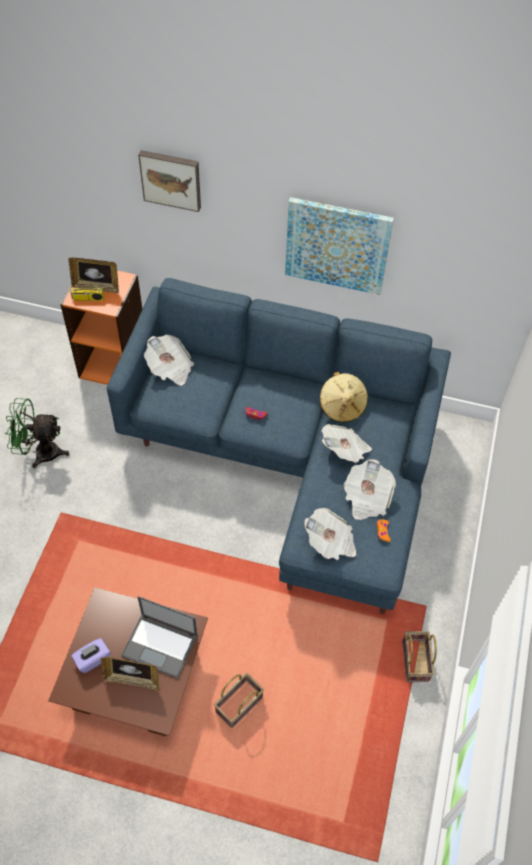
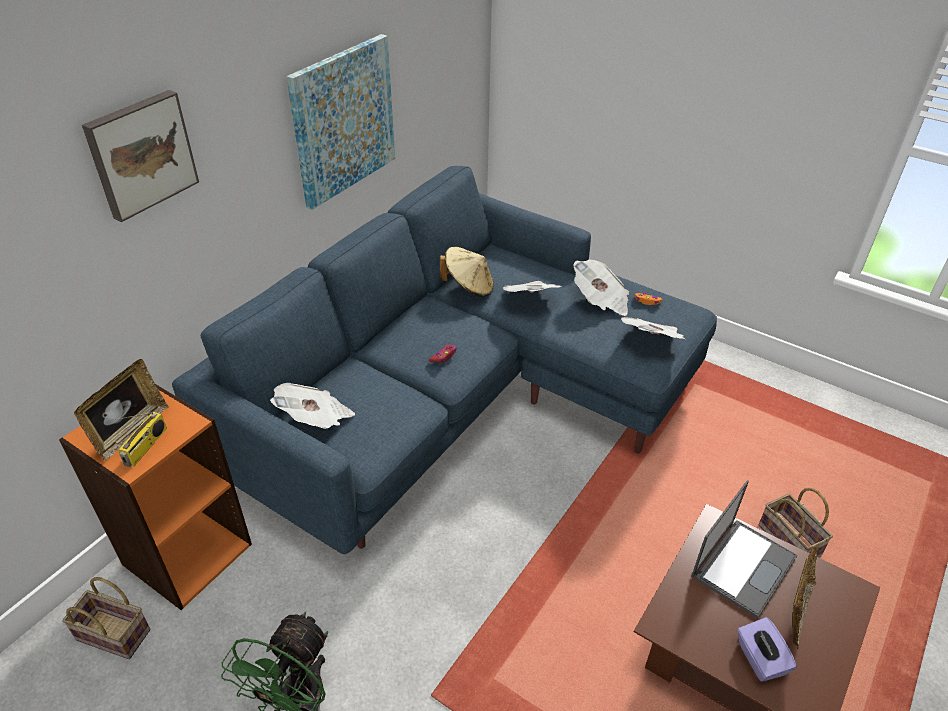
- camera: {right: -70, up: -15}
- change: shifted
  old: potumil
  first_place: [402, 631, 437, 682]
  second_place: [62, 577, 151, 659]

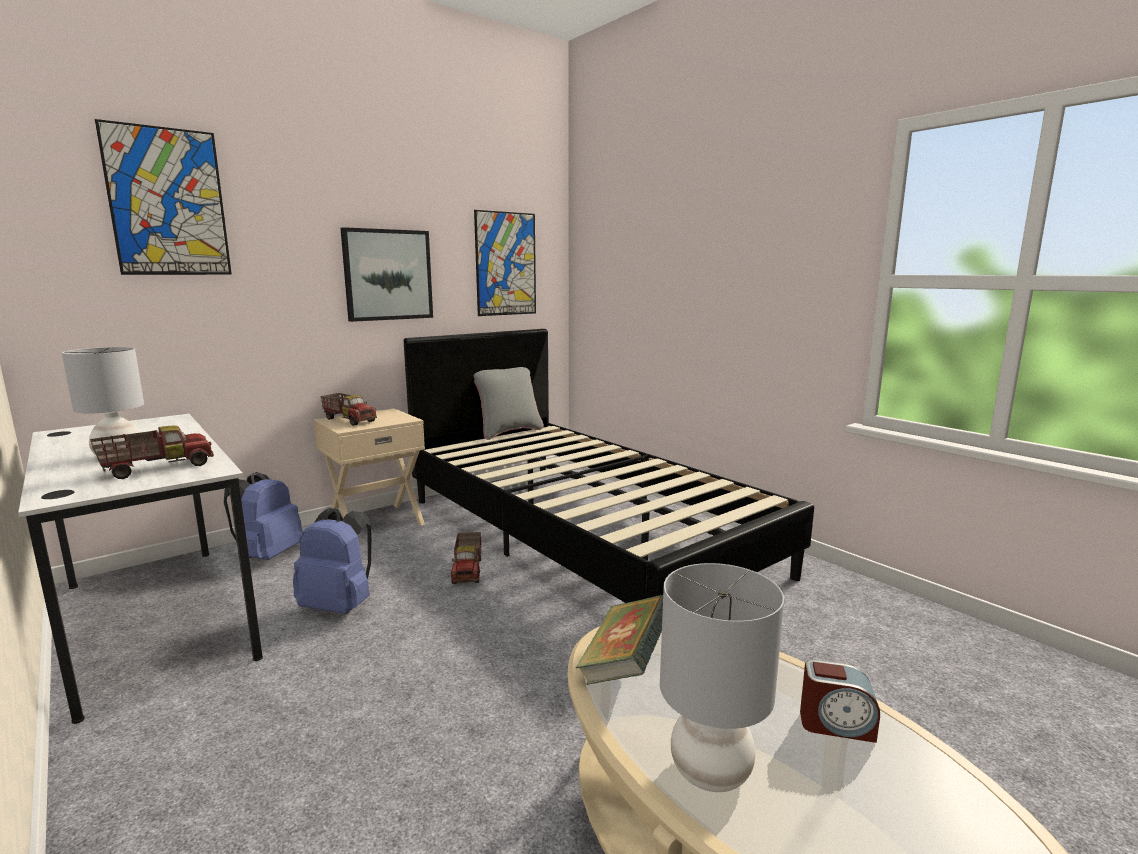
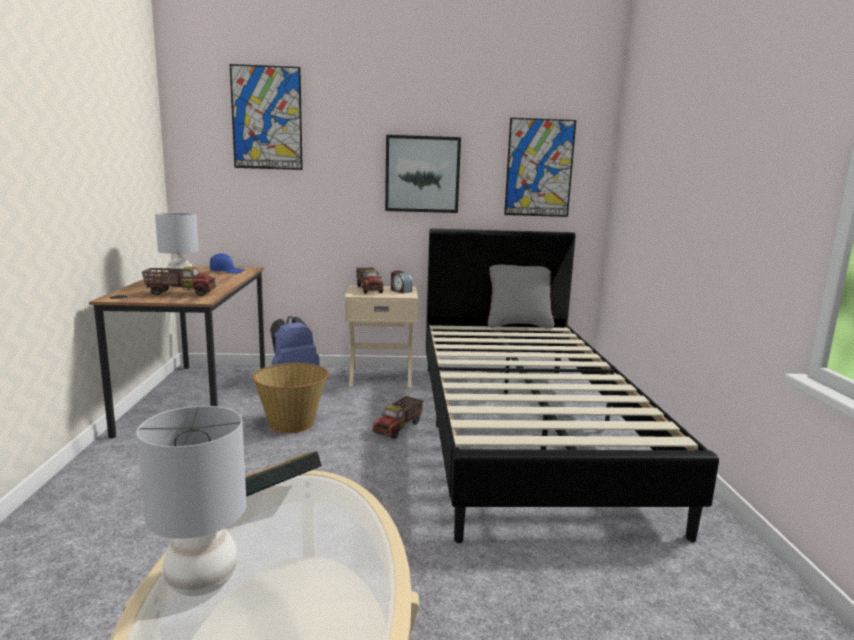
- camera: {right: 35, up: 0}
- change: new
  new: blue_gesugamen
  second_place: [210, 253, 245, 274]
- change: shifted
  old: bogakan
  first_place: [800, 660, 880, 743]
  second_place: [391, 270, 412, 294]
- change: swapped
  old: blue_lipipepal
  new: potumil
  first_place: [293, 508, 371, 614]
  second_place: [252, 363, 329, 433]
- change: repainted
  old: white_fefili
  new: brown_fefili
  first_place: [18, 414, 263, 724]
  second_place: [89, 266, 265, 438]

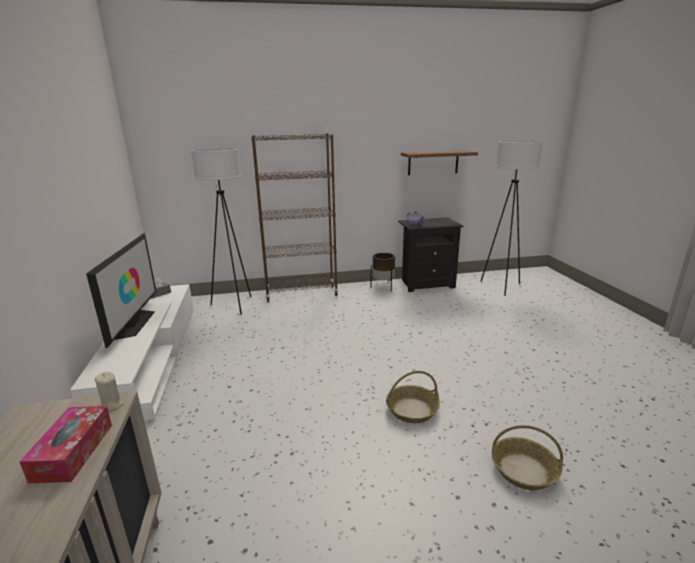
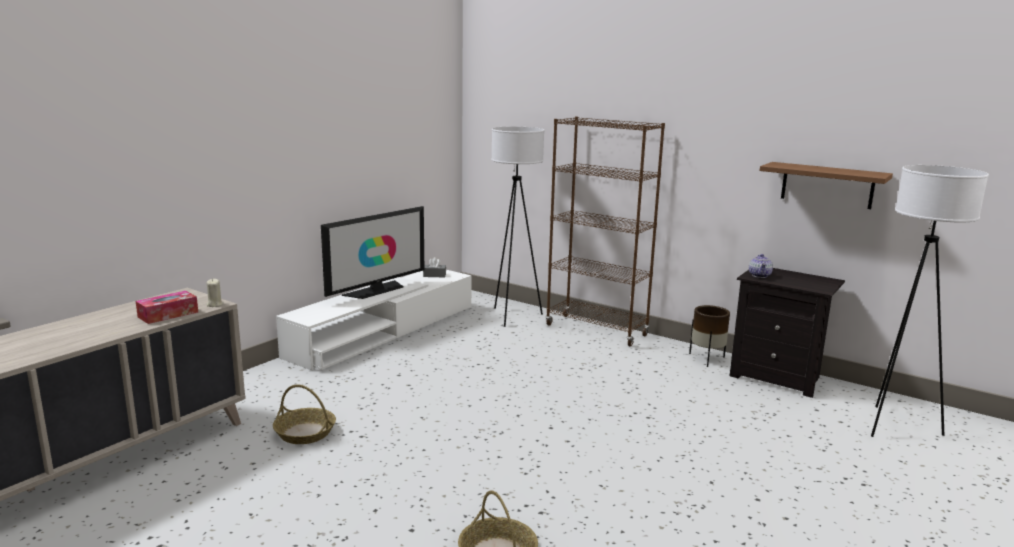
- camera: {right: 45, up: -5}
- change: shifted
  old: potumil
  first_place: [386, 371, 440, 423]
  second_place: [273, 384, 336, 444]

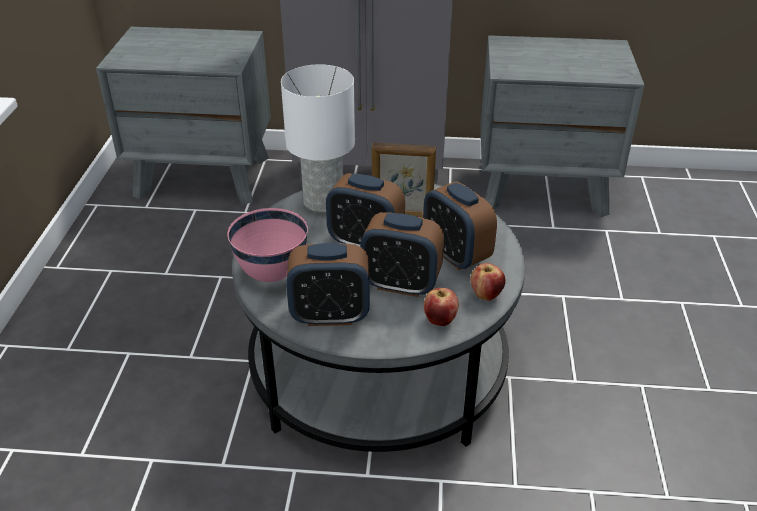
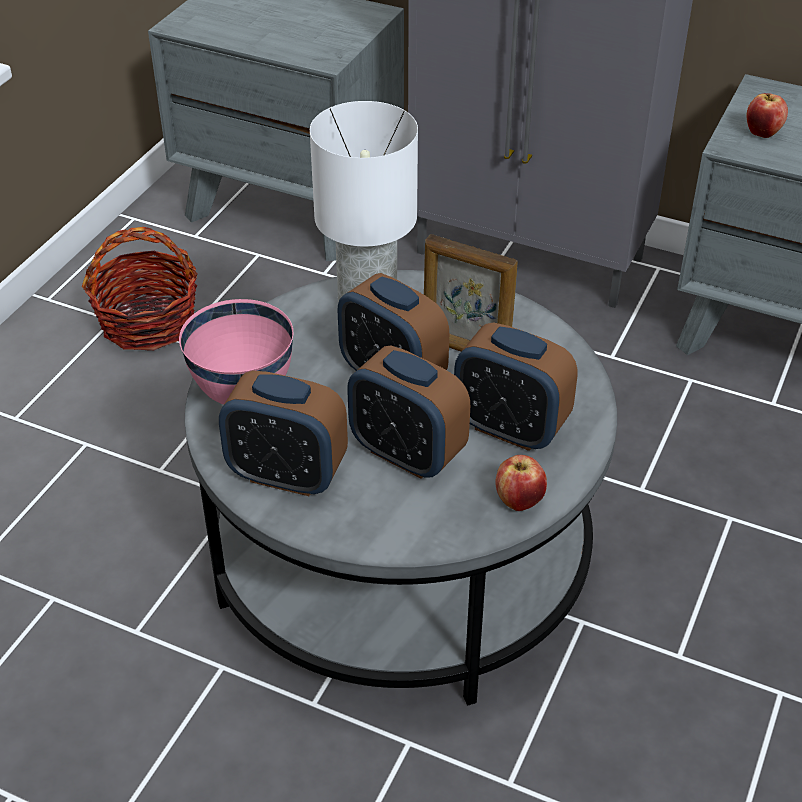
- camera: {right: 20, up: 5}
- change: new
  new: potumil
  second_place: [82, 227, 198, 351]
- change: shifted
  old: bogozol
  first_place: [424, 288, 459, 326]
  second_place: [747, 93, 788, 138]
- change: rotated
  old: bogakan
  first_place: [423, 181, 497, 270]
  second_place: [454, 322, 578, 451]
  degrees: -45

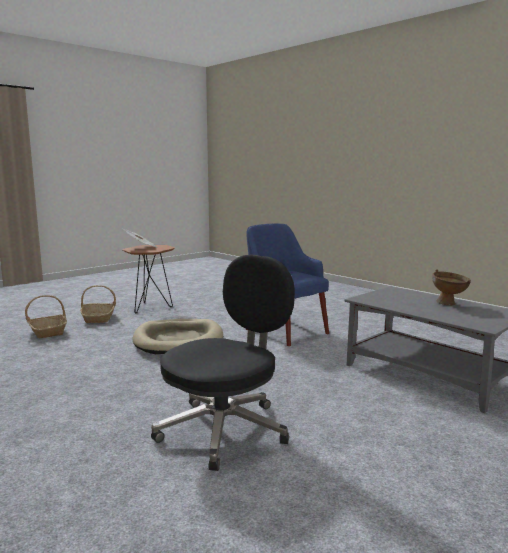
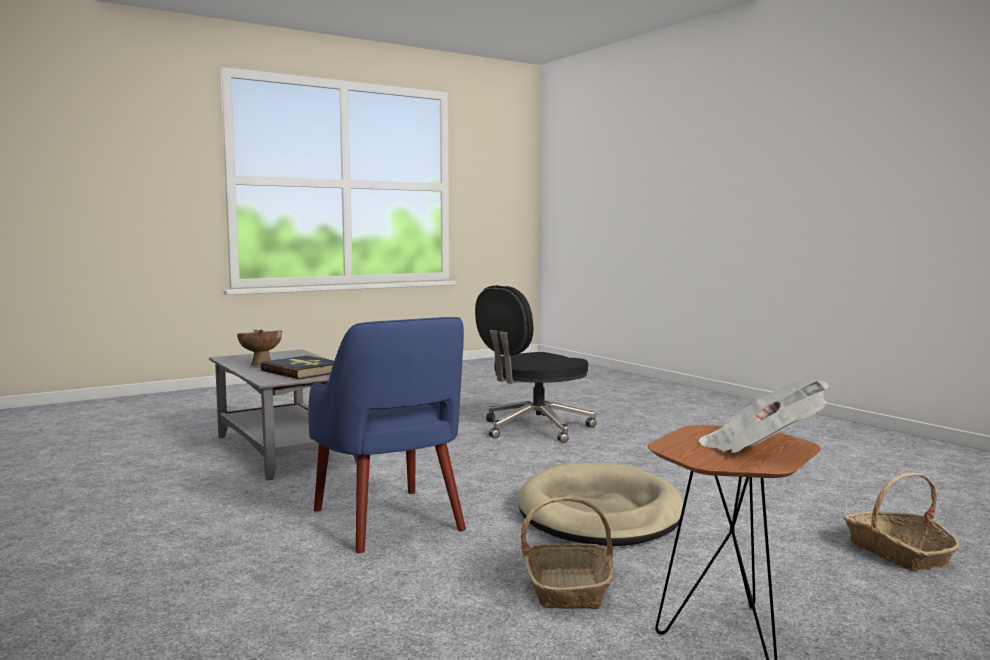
- camera: {right: -170, up: -5}
- change: new
  new: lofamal
  second_place: [261, 356, 334, 379]
- change: shifted
  old: potumil
  first_place: [80, 285, 116, 323]
  second_place: [521, 497, 614, 609]

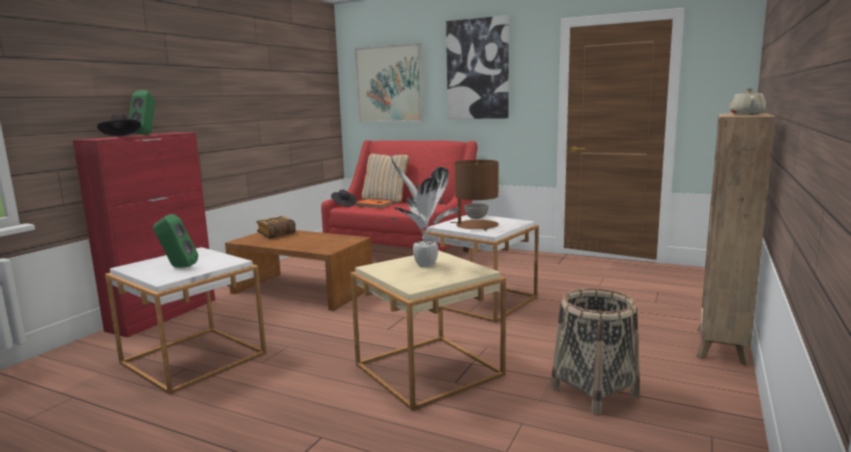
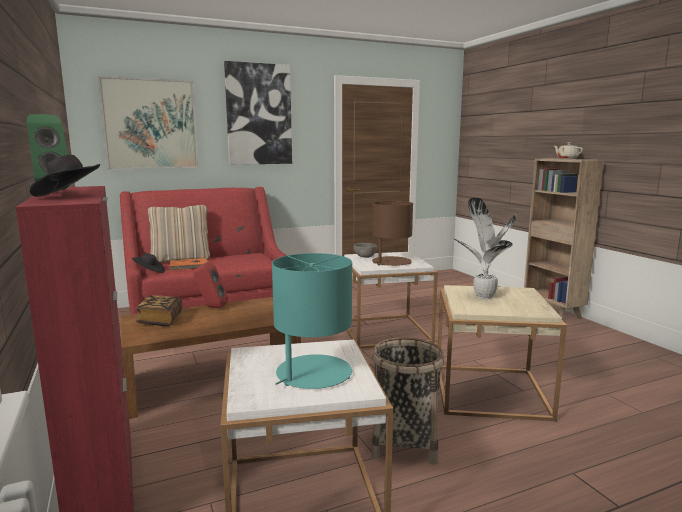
- camera: {right: -50, up: 0}
- change: new
  new: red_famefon
  second_place: [193, 262, 228, 308]
- change: shifted
  old: potumil
  first_place: [551, 288, 640, 415]
  second_place: [371, 337, 445, 465]
- change: swapped
  old: green_famefon
  new: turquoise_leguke
  first_place: [153, 214, 198, 268]
  second_place: [272, 253, 352, 389]

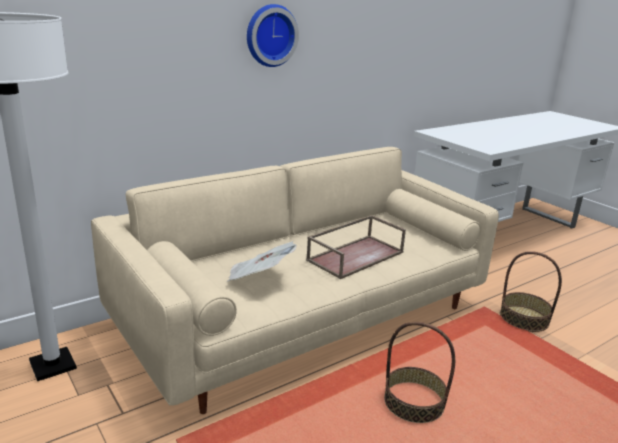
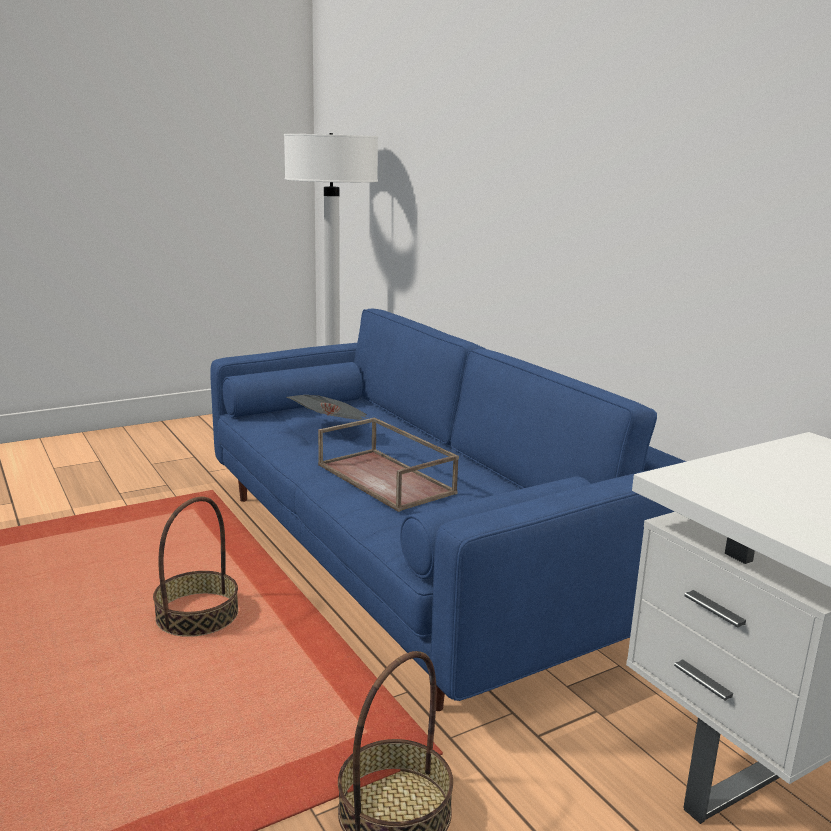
- camera: {right: 95, up: -5}
- change: gone
  old: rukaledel
  first_place: [247, 4, 299, 67]
- change: repainted
  old: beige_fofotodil
  new: blue_fofotodil
  first_place: [91, 147, 499, 414]
  second_place: [210, 309, 686, 711]

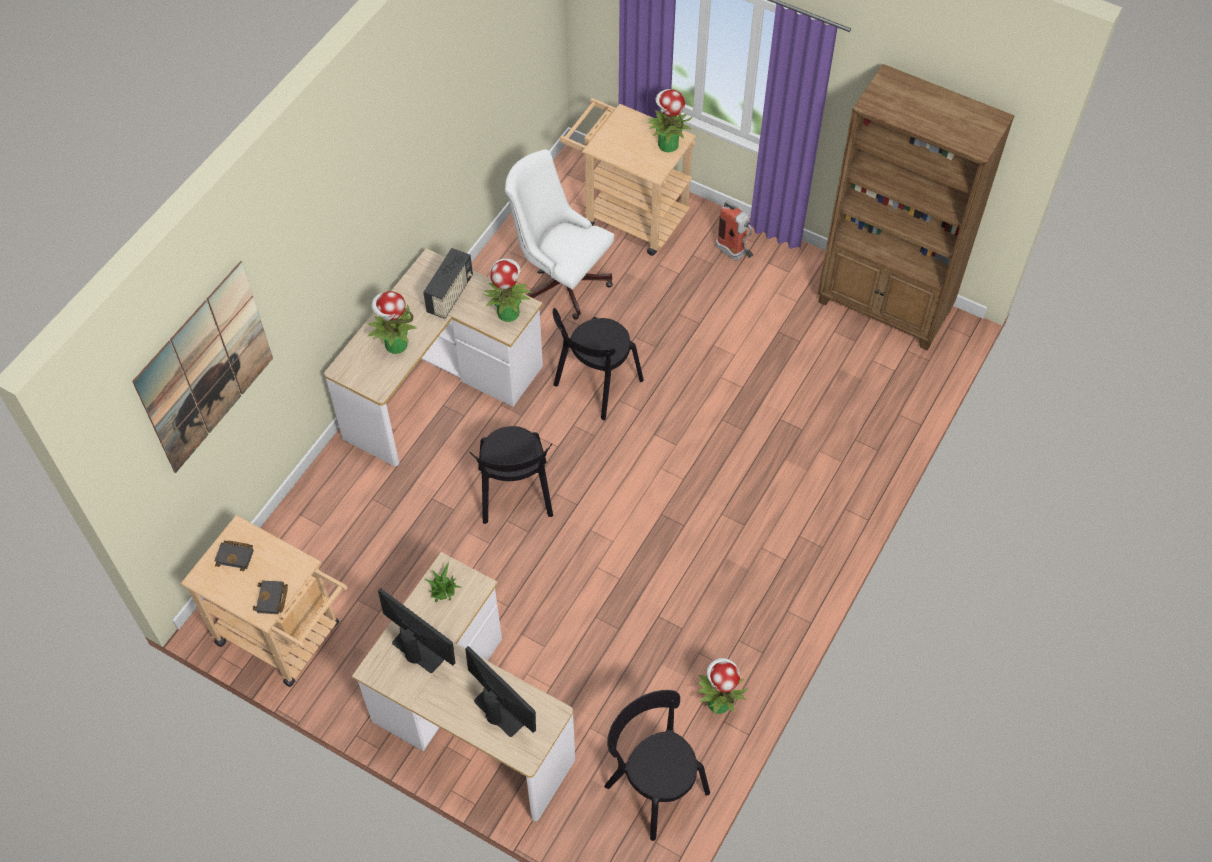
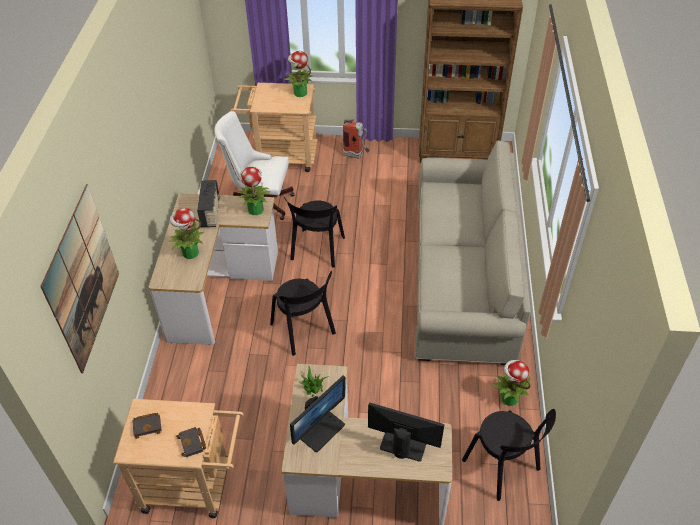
- camera: {right: -25, up: -10}
- change: new
  new: beige_fofotodil
  second_place: [415, 141, 531, 365]
- change: rotated
  old: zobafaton
  first_place: [378, 588, 455, 673]
  second_place: [290, 375, 345, 452]
  degrees: 120
- change: rotated
  old: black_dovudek
  first_place: [604, 690, 710, 841]
  second_place: [462, 409, 556, 501]
  degrees: -150

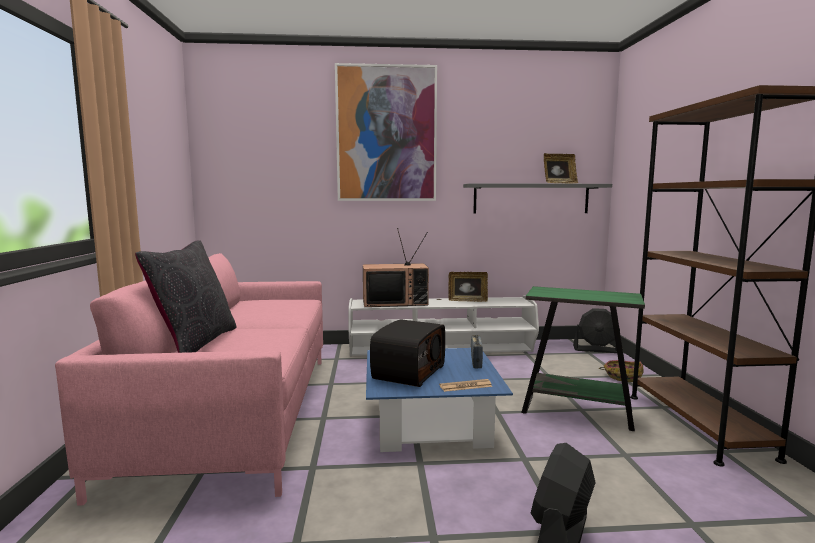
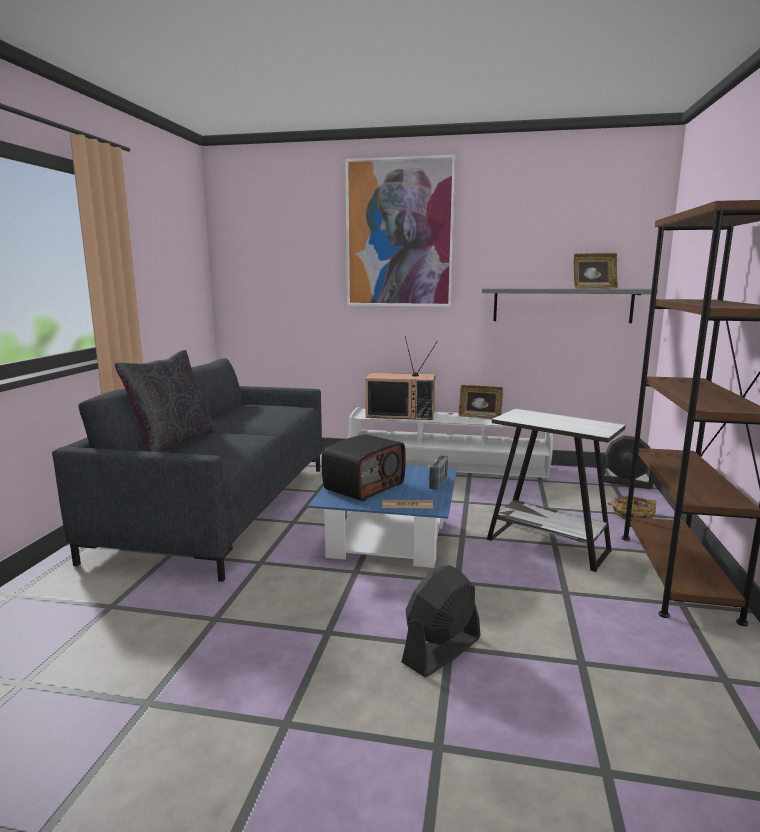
- camera: {right: 15, up: 5}
- change: repainted
  old: pink_fofotodil
  new: grey_fofotodil
  first_place: [55, 253, 323, 506]
  second_place: [52, 358, 322, 582]
- change: repainted
  old: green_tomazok
  new: white_tomazok
  first_place: [521, 286, 645, 431]
  second_place: [487, 409, 626, 572]

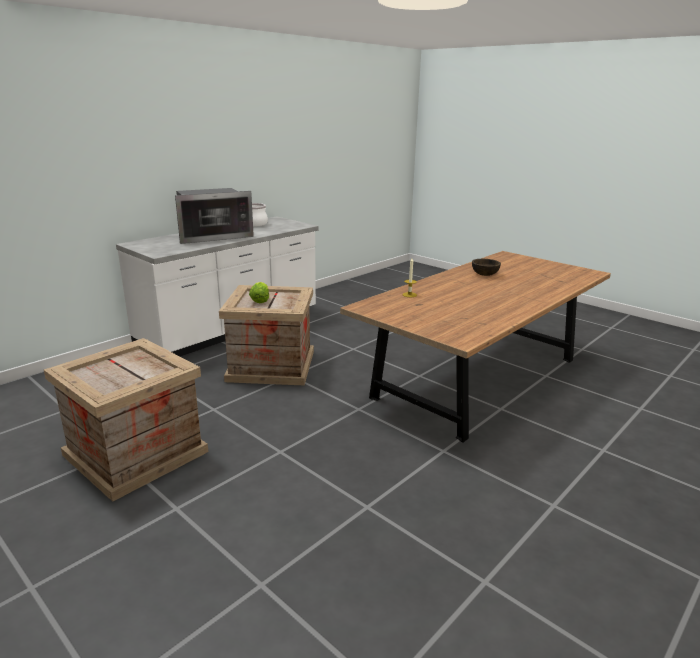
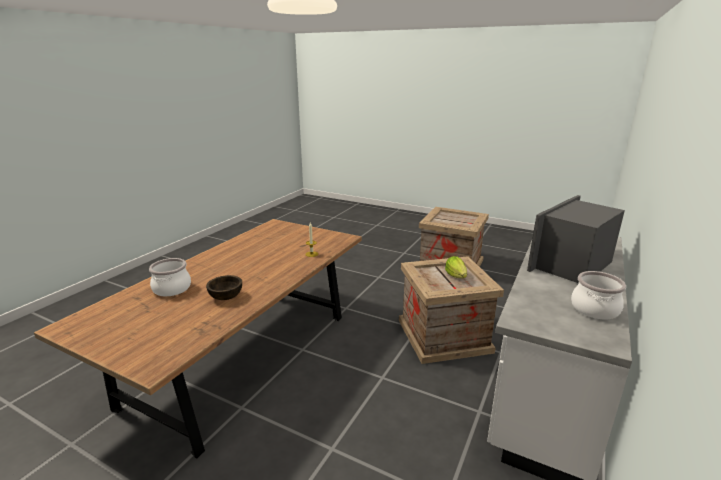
- camera: {right: 165, up: 0}
- change: new
  new: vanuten
  second_place: [149, 258, 191, 296]

